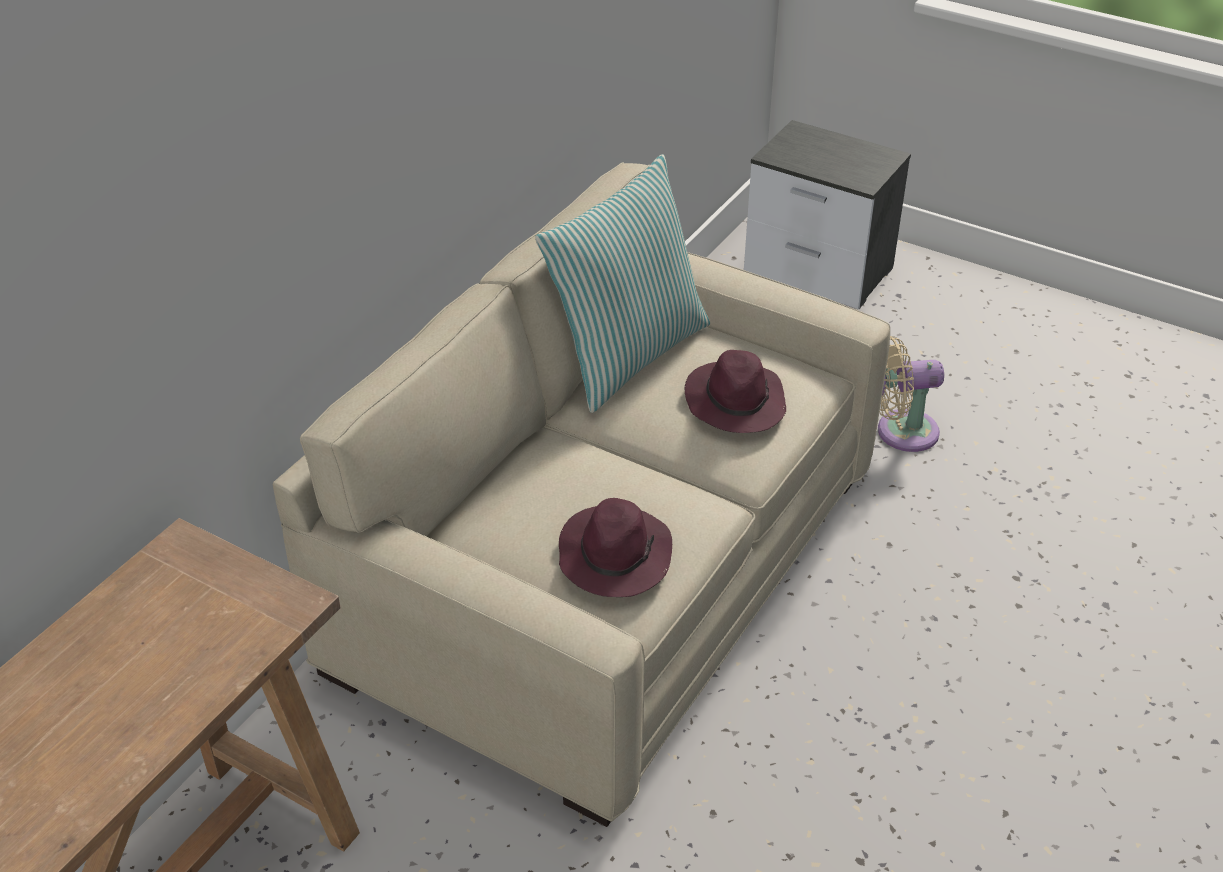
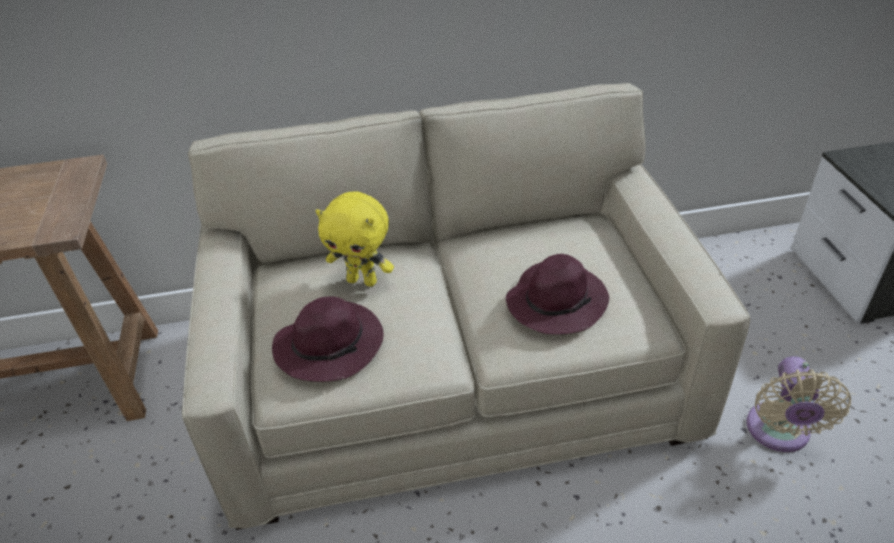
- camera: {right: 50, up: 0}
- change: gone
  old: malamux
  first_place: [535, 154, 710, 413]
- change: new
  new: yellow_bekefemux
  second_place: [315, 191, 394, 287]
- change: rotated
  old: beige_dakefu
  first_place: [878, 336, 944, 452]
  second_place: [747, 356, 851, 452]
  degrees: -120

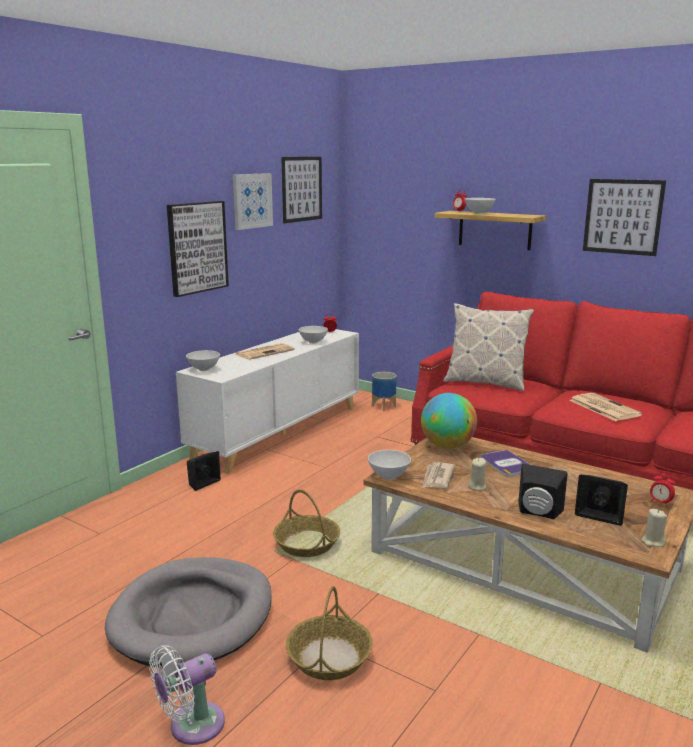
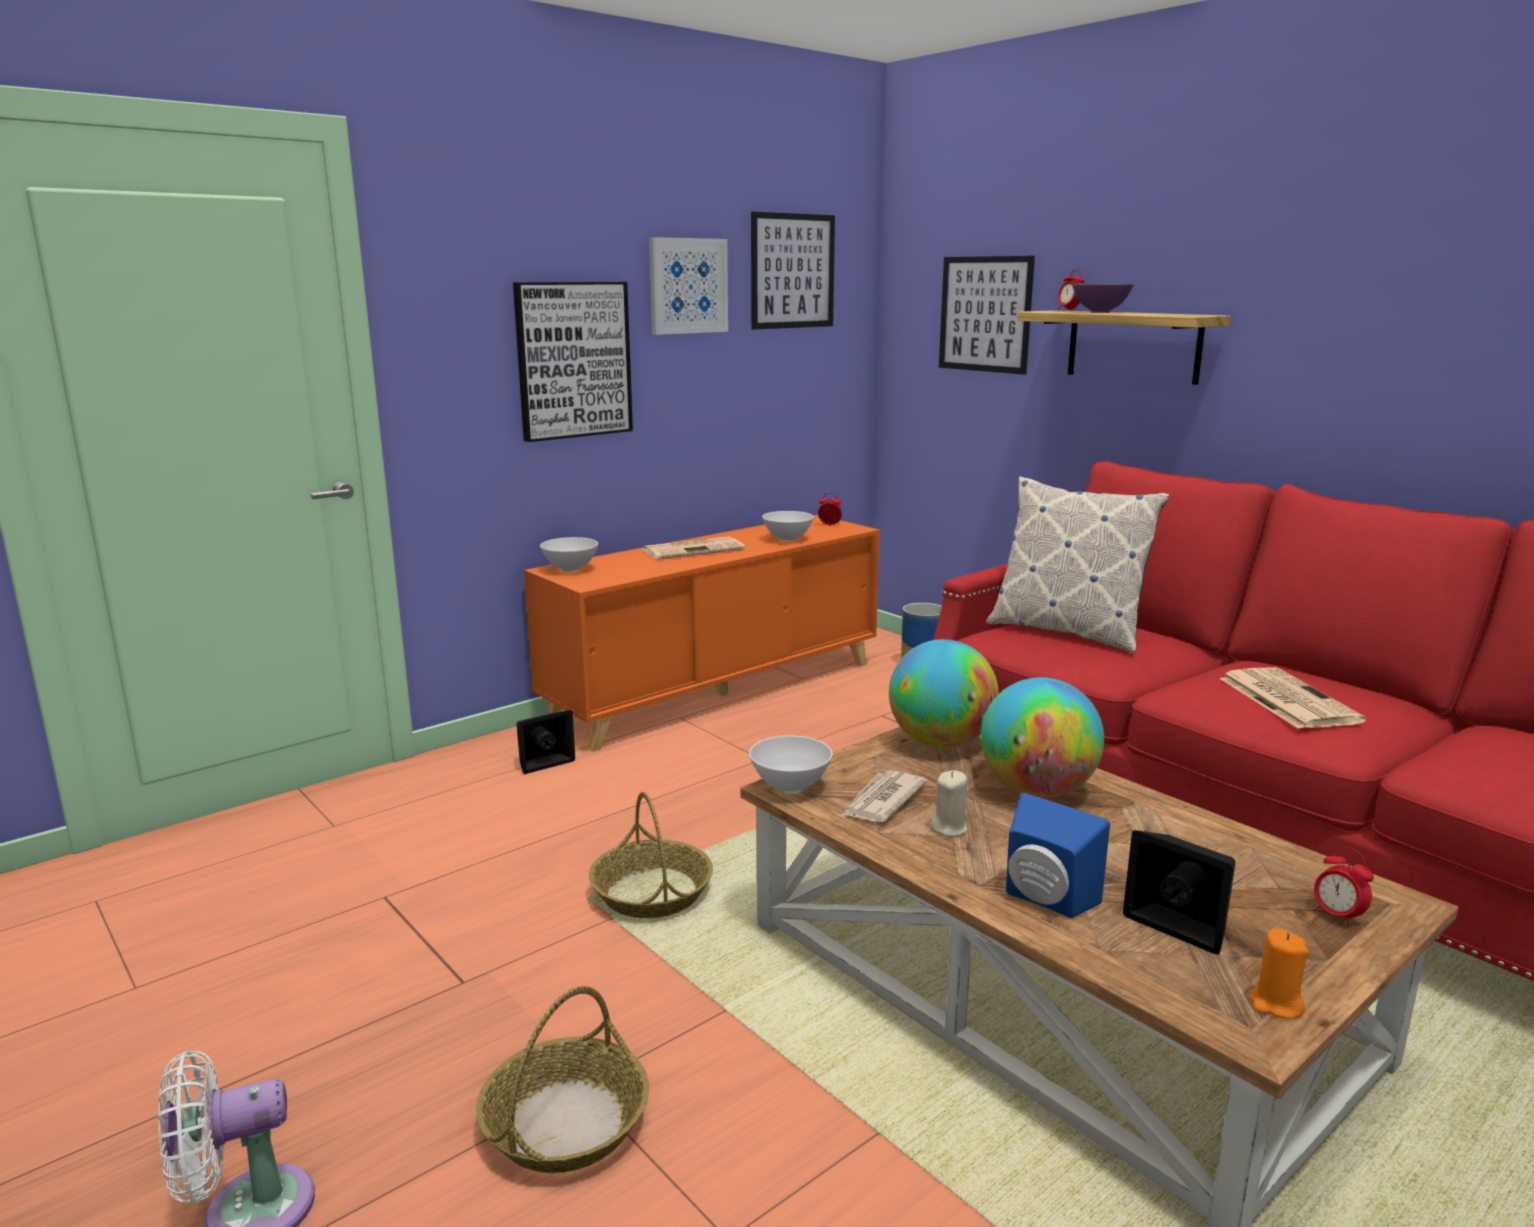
- camera: {right: 15, up: 0}
- change: gone
  old: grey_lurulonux
  first_place: [105, 557, 272, 668]
- change: shifted
  old: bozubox
  first_place: [583, 179, 666, 256]
  second_place: [939, 256, 1035, 375]
- change: swapped
  old: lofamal
  new: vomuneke
  first_place: [480, 450, 530, 477]
  second_place: [981, 677, 1104, 798]
- change: repainted
  old: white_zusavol
  new: orange_zusavol
  first_place: [176, 329, 359, 474]
  second_place: [524, 515, 880, 752]
- change: repainted
  old: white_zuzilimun
  new: purple_zuzilimun
  first_place: [465, 198, 496, 214]
  second_place: [1072, 284, 1134, 313]
- change: repainted
  old: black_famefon
  new: blue_famefon
  first_place: [518, 464, 568, 519]
  second_place: [1006, 793, 1110, 918]
- change: repainted
  old: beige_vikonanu
  new: orange_vikonanu
  first_place: [641, 509, 667, 547]
  second_place: [1249, 928, 1309, 1019]

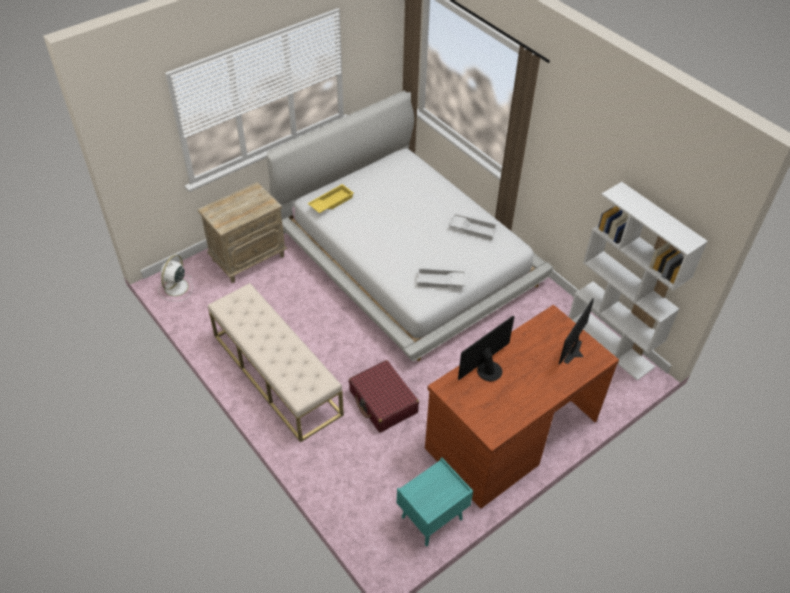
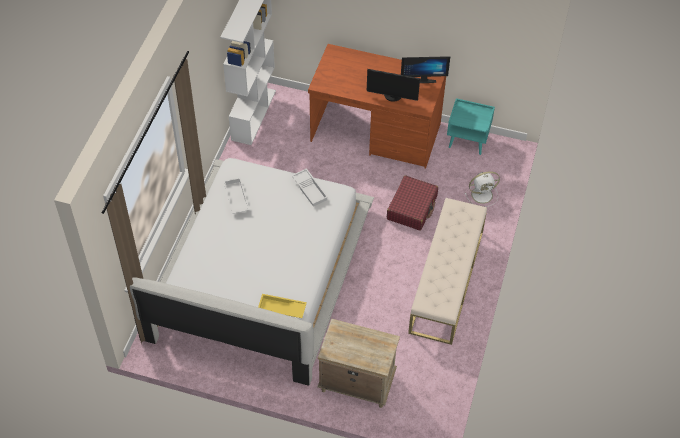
- camera: {right: -125, up: 5}
- change: shifted
  old: white_dakefu
  first_place: [158, 255, 192, 301]
  second_place: [465, 171, 500, 207]
- change: shifted
  old: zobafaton
  first_place: [559, 298, 594, 364]
  second_place: [401, 56, 451, 83]

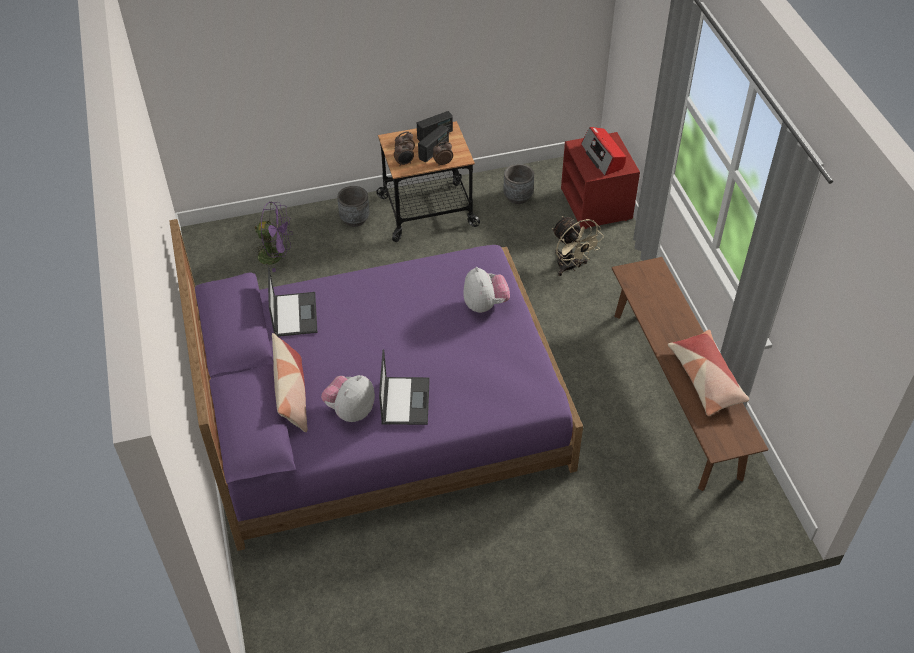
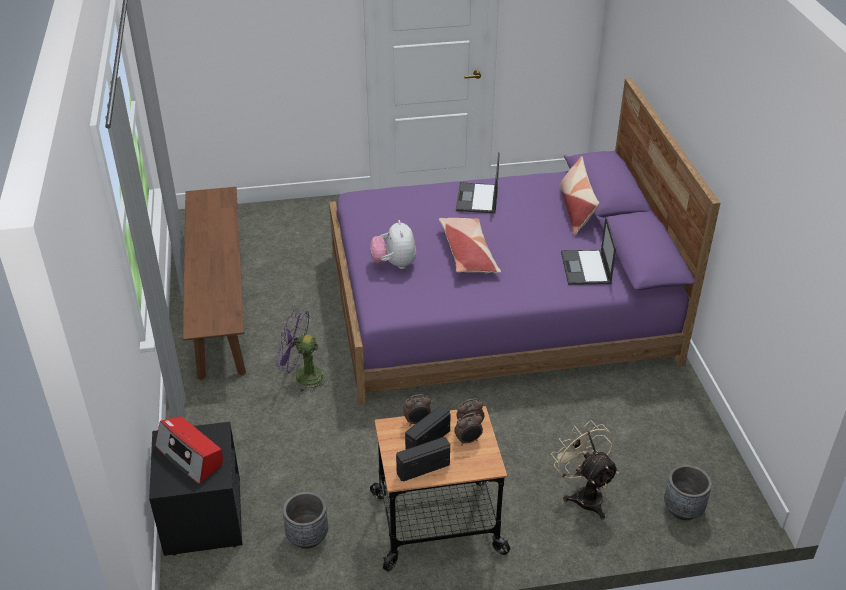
- camera: {right: -175, up: -10}
- change: gone
  old: bekefemux
  first_place: [321, 375, 375, 422]
- change: shifted
  old: purple_dakefu
  first_place: [253, 201, 293, 272]
  second_place: [276, 309, 329, 392]
- change: shifted
  old: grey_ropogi
  first_place: [337, 186, 370, 227]
  second_place: [664, 465, 712, 520]
- change: shifted
  old: beige_dakefu
  first_place: [552, 216, 604, 276]
  second_place: [551, 420, 619, 519]
- change: shifted
  old: malamux
  first_place: [668, 330, 749, 416]
  second_place: [439, 218, 501, 273]
- change: repainted
  old: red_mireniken
  new: black_mireniken
  first_place: [561, 132, 640, 229]
  second_place: [149, 422, 243, 556]
- change: rotated
  old: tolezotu
  first_place: [581, 127, 626, 176]
  second_place: [155, 416, 223, 484]
  degrees: 150

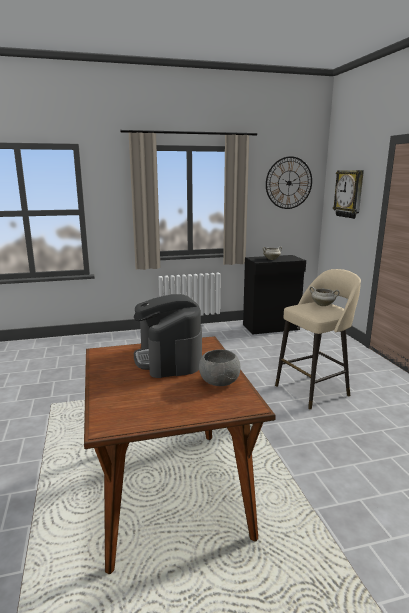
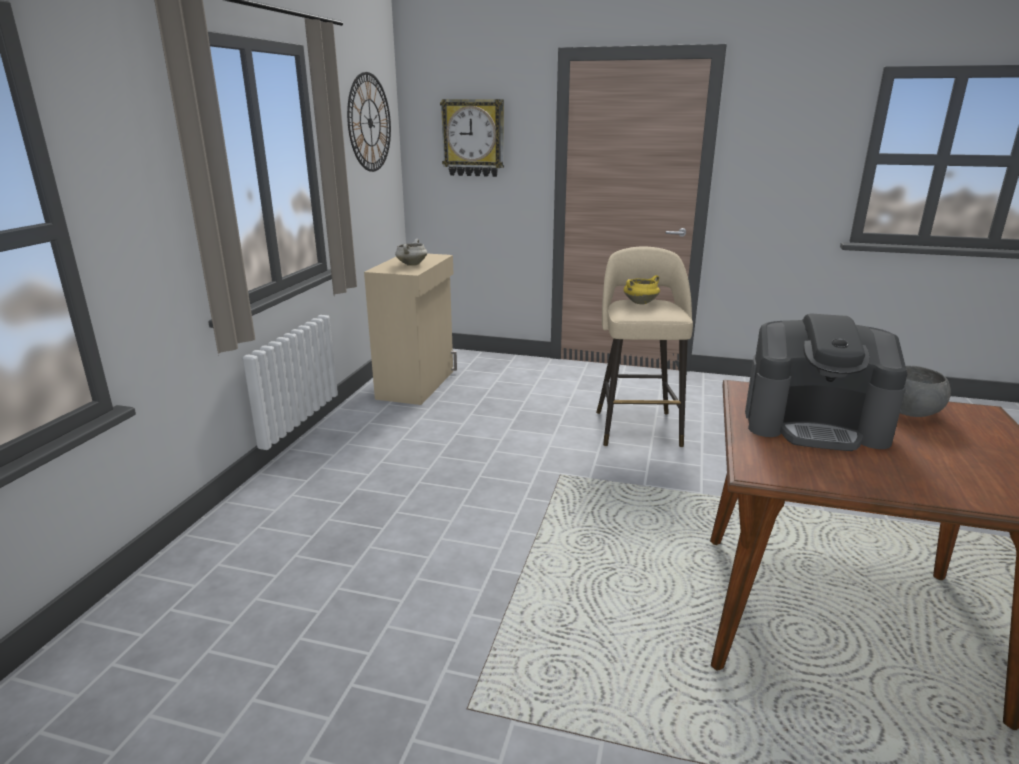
- camera: {right: -60, up: 5}
- change: repainted
  old: black_zusavol
  new: beige_zusavol
  first_place: [243, 255, 306, 335]
  second_place: [364, 254, 457, 405]
- change: repainted
  old: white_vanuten
  new: yellow_vanuten
  first_place: [309, 286, 340, 306]
  second_place: [624, 275, 660, 305]

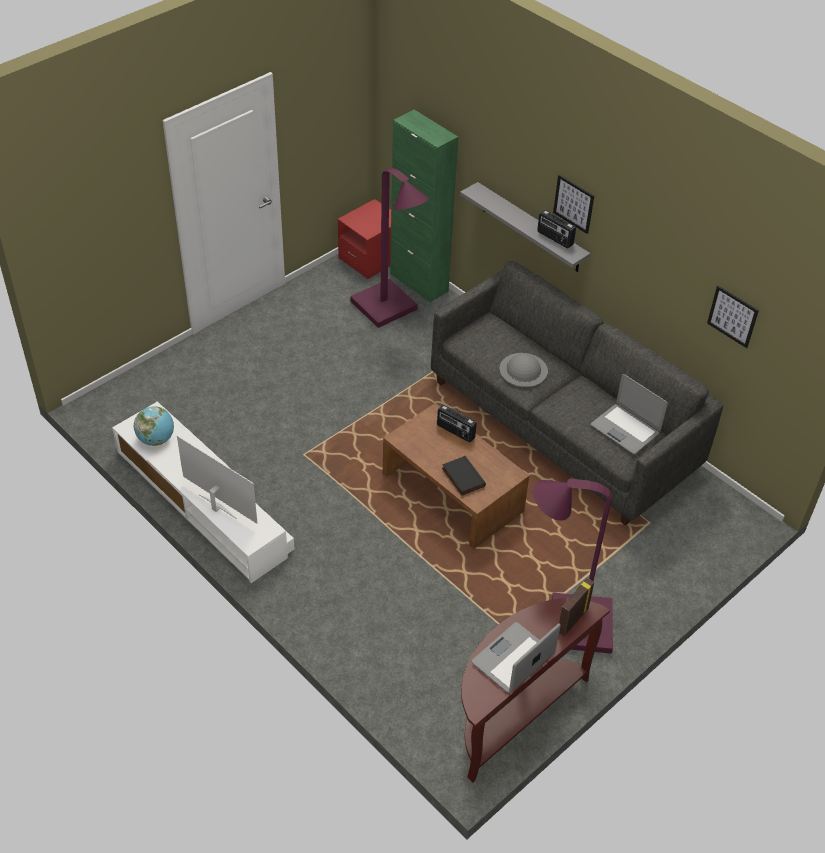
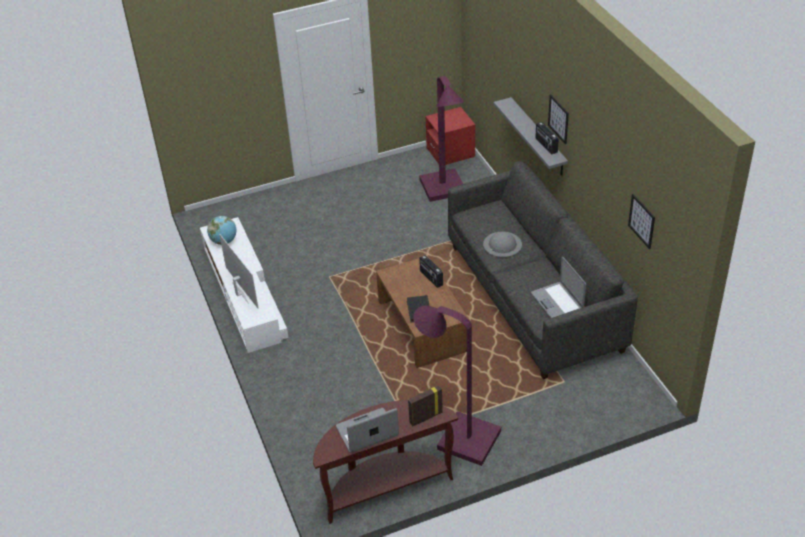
- camera: {right: 25, up: -5}
- change: gone
  old: green_zusavol
  first_place: [390, 110, 458, 303]

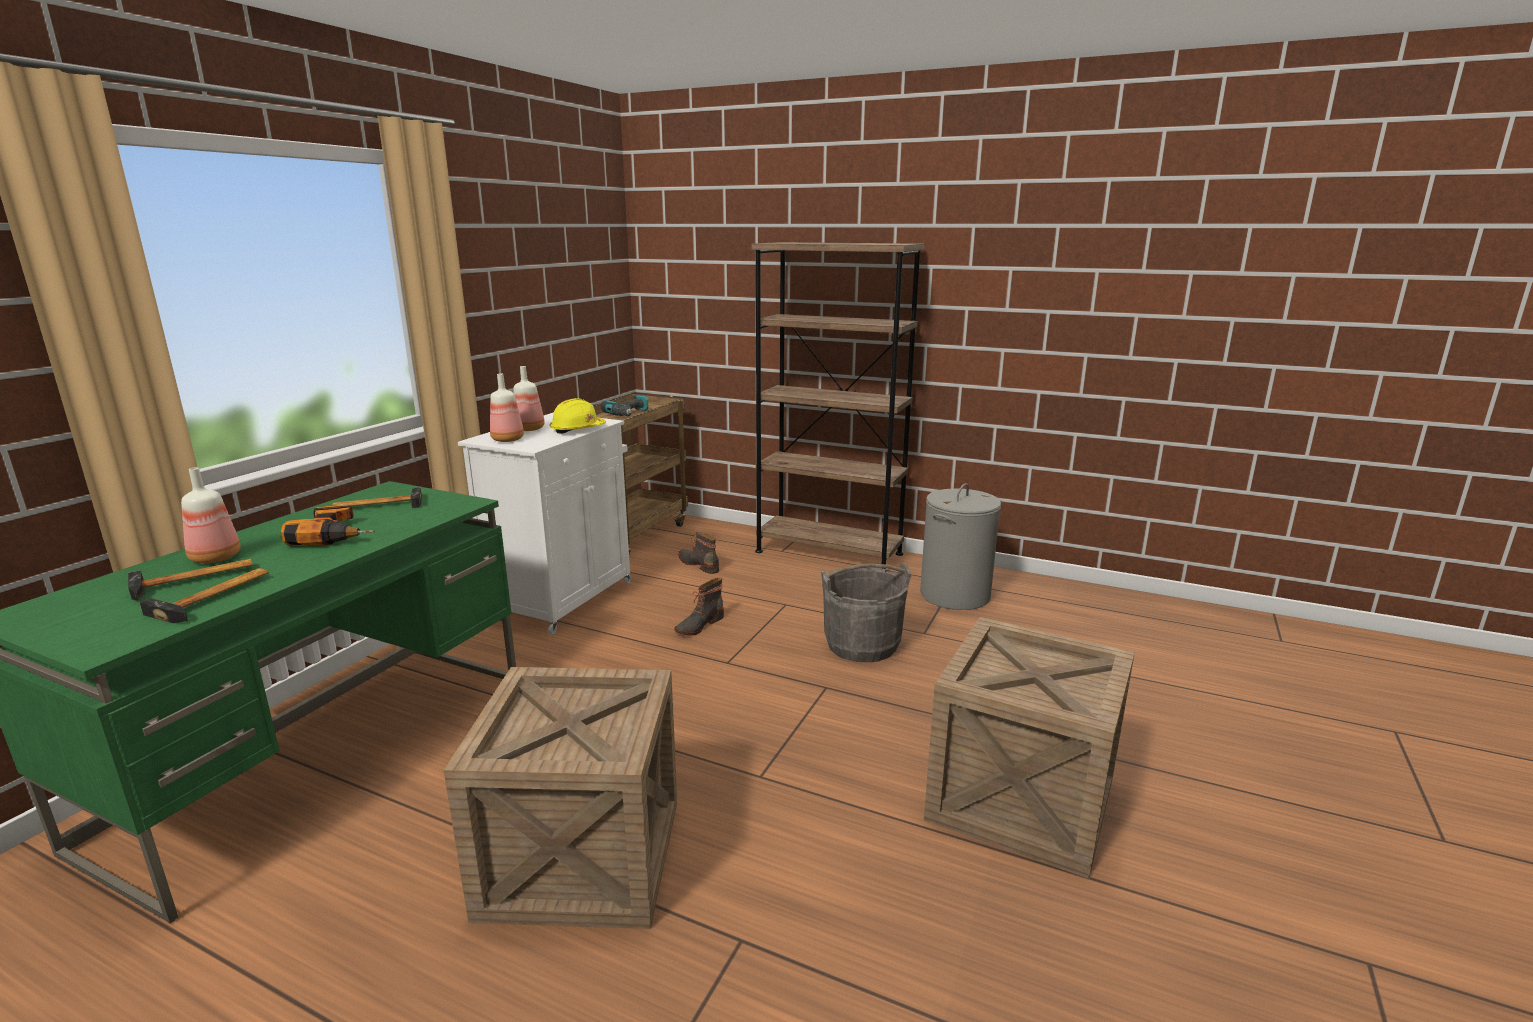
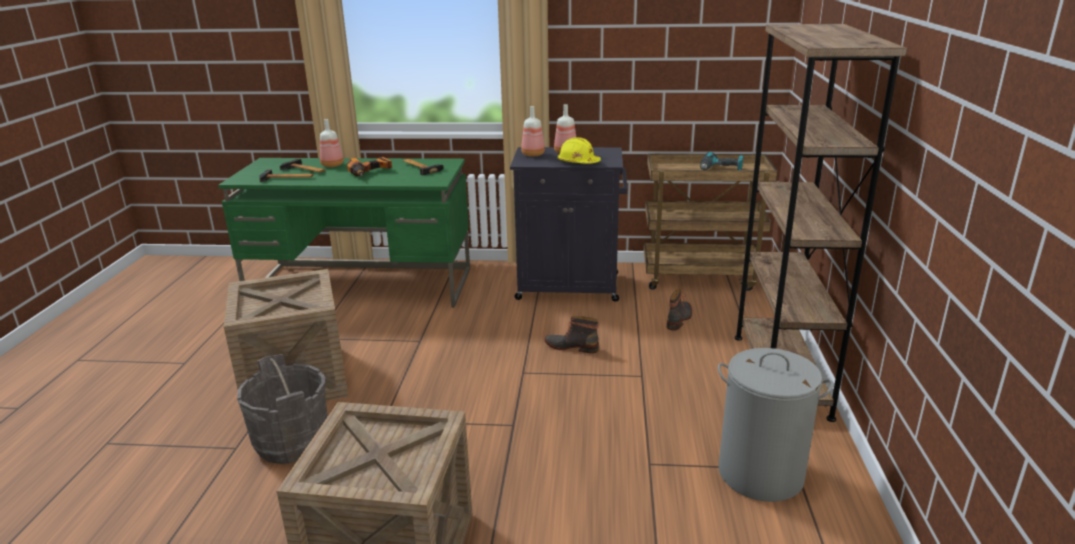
- camera: {right: 70, up: 5}
- change: shifted
  old: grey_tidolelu
  first_place: [821, 563, 912, 662]
  second_place: [237, 354, 328, 464]
- change: repainted
  old: white_zusavol
  new: black_zusavol
  first_place: [458, 412, 632, 635]
  second_place: [510, 147, 627, 302]

